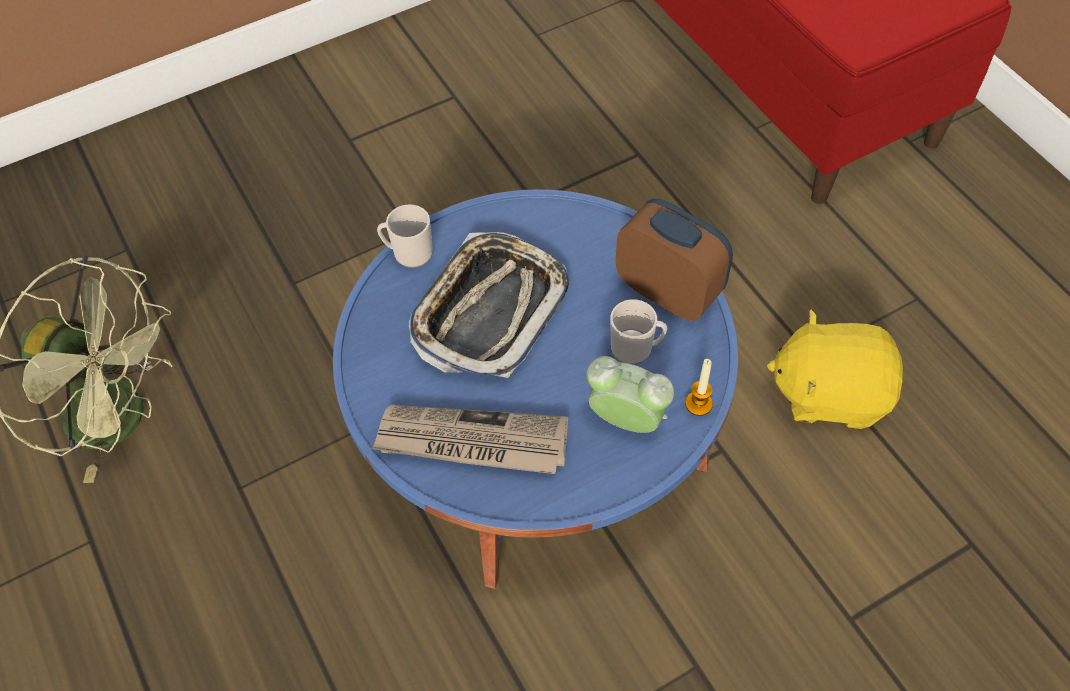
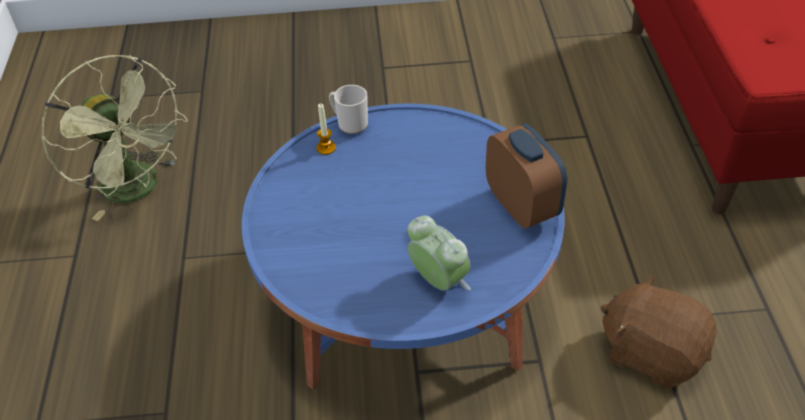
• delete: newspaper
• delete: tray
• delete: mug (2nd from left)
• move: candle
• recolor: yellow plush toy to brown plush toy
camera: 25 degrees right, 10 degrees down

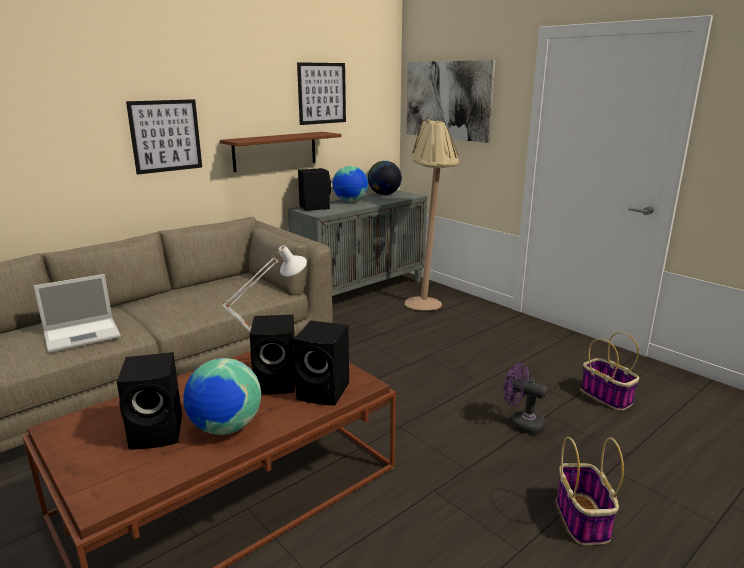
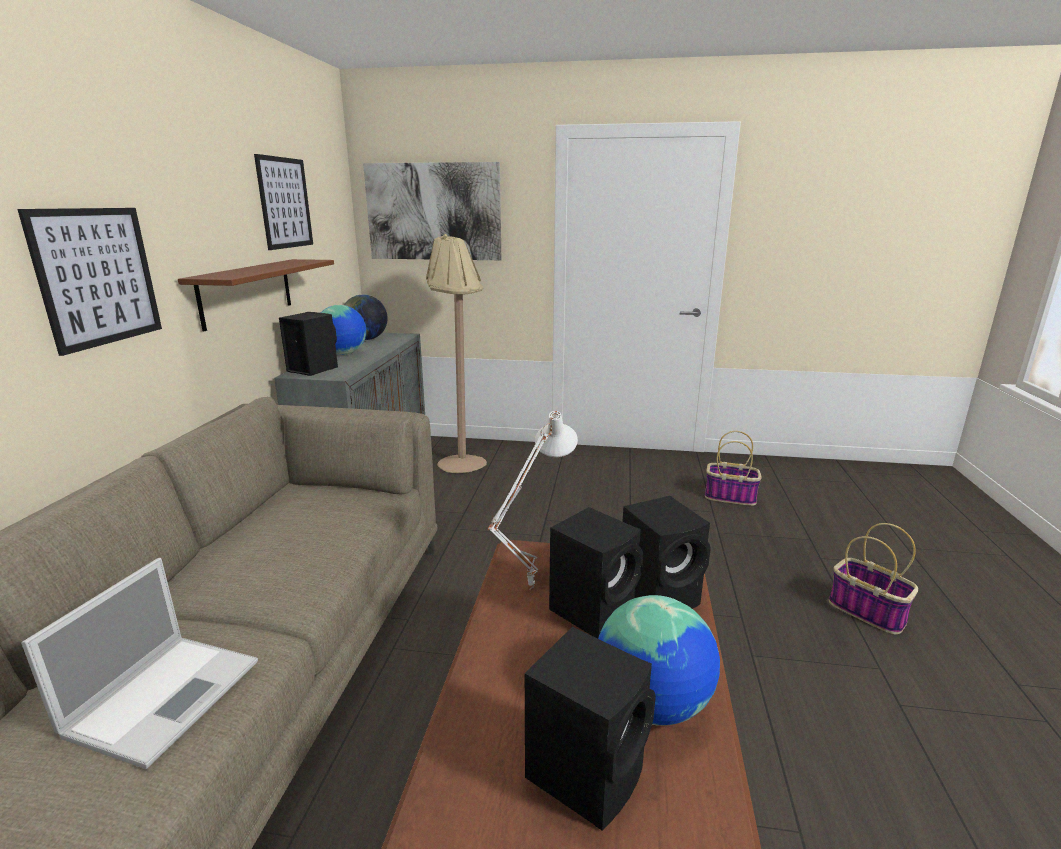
• delete: purple fan
camera: 40 degrees left, 0 degrees up

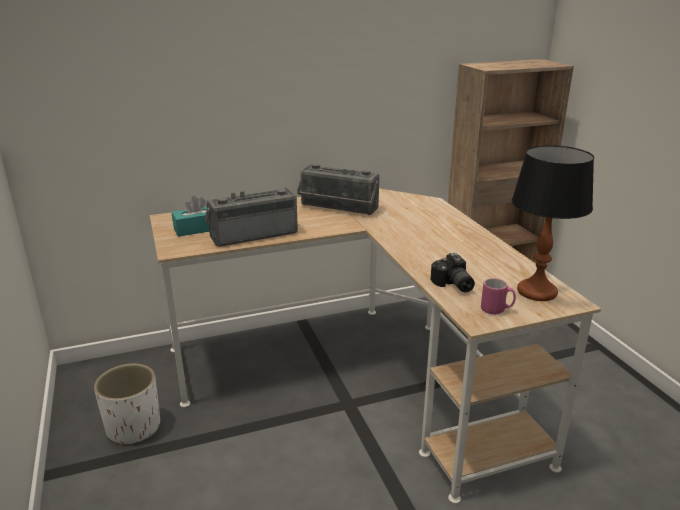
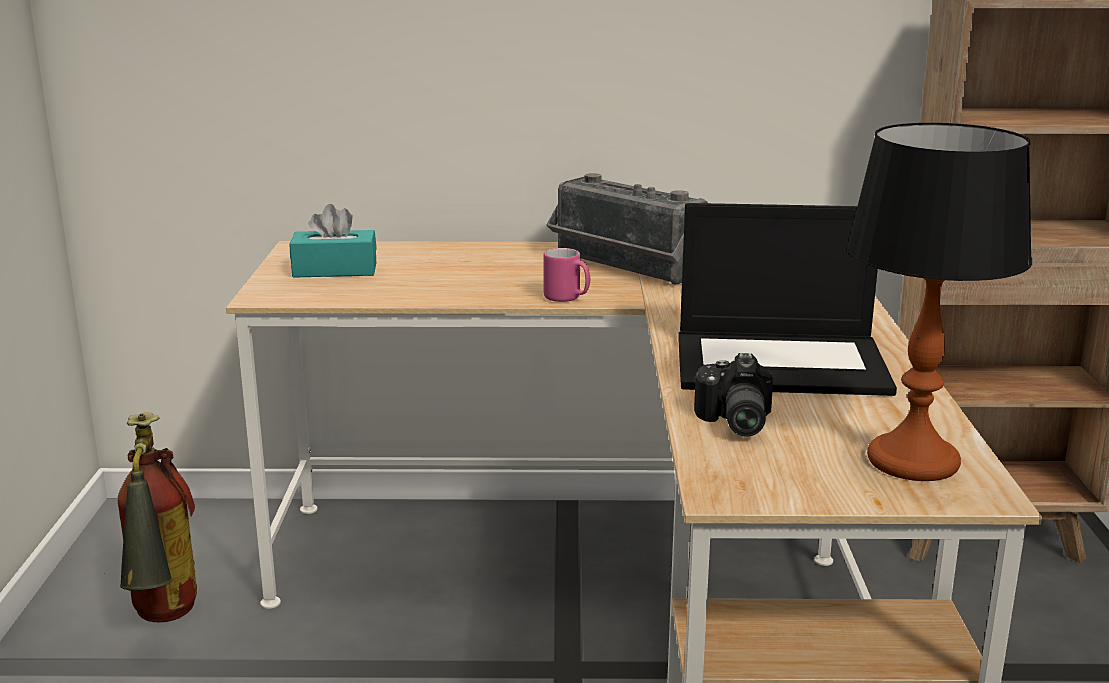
• replace: white planter to fire extinguisher
• delete: radio (1st from left)
• move: pink mug
• insert: laptop
camera: 20 degrees right, 5 degrees down

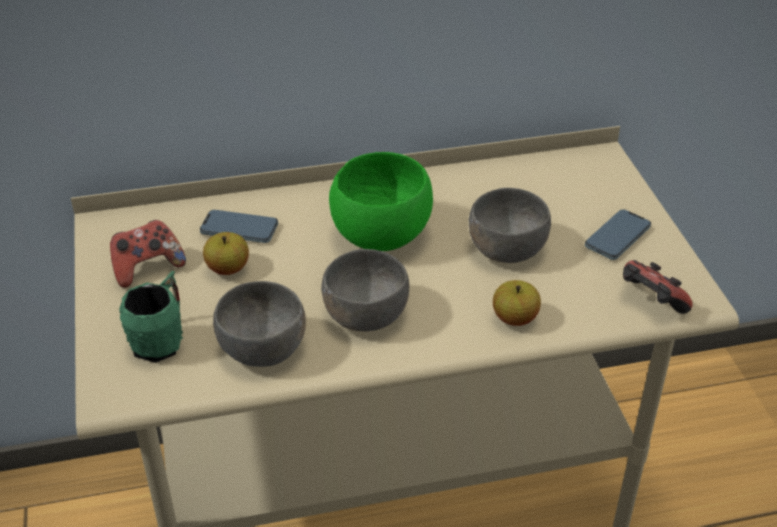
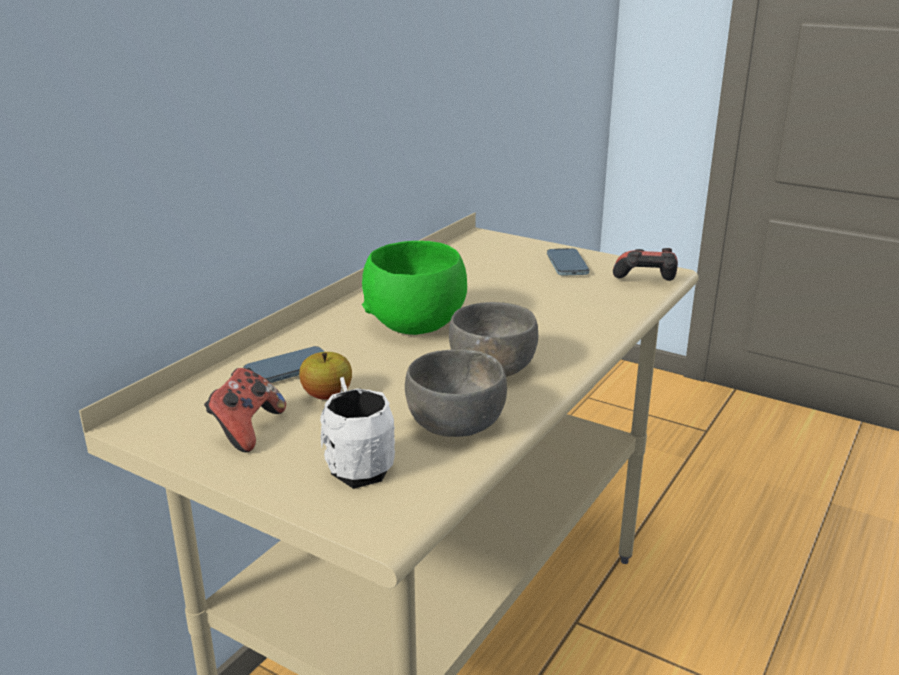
• recolor: green mug to white mug
• delete: grey bowl (3rd from left)
• delete: apple (2nd from left)
camera: 45 degrees left, 15 degrees down

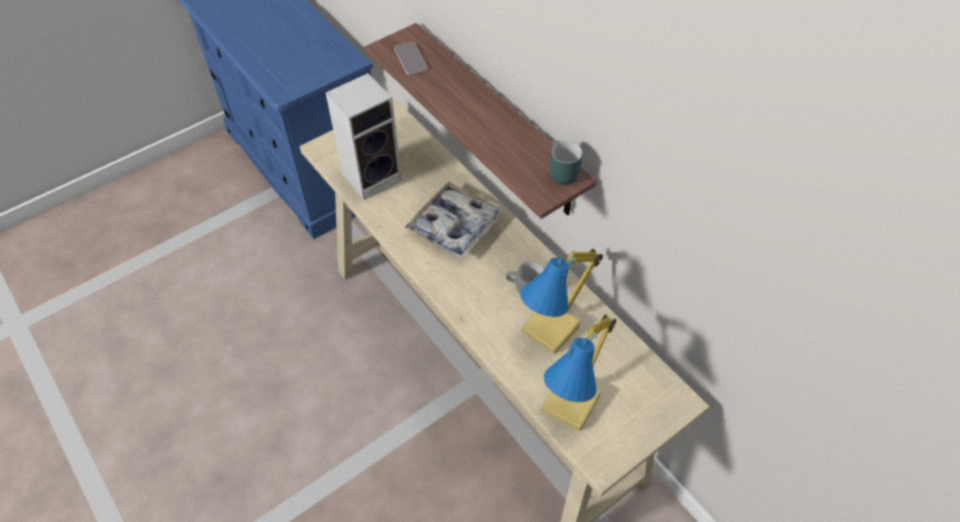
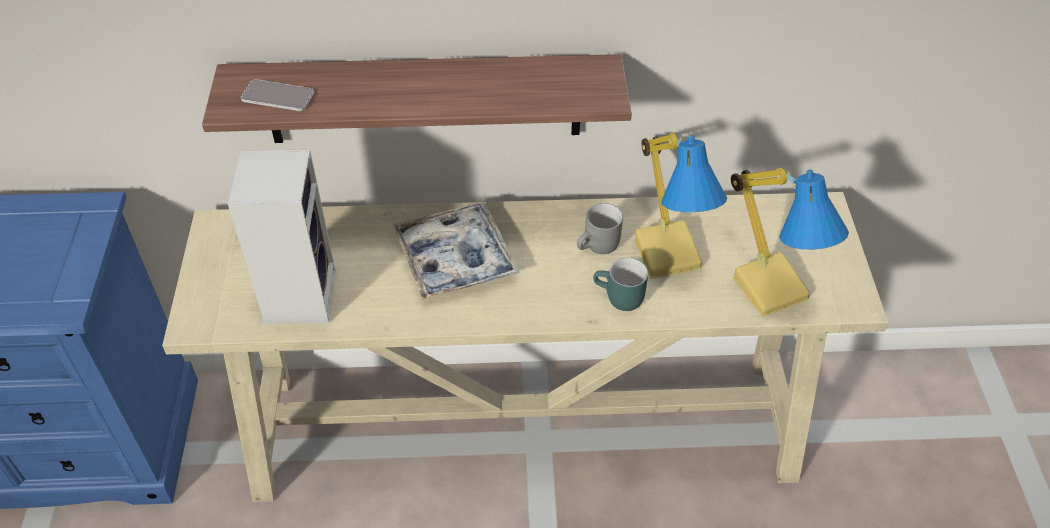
• move: turquoise mug
camera: 55 degrees left, 5 degrees down

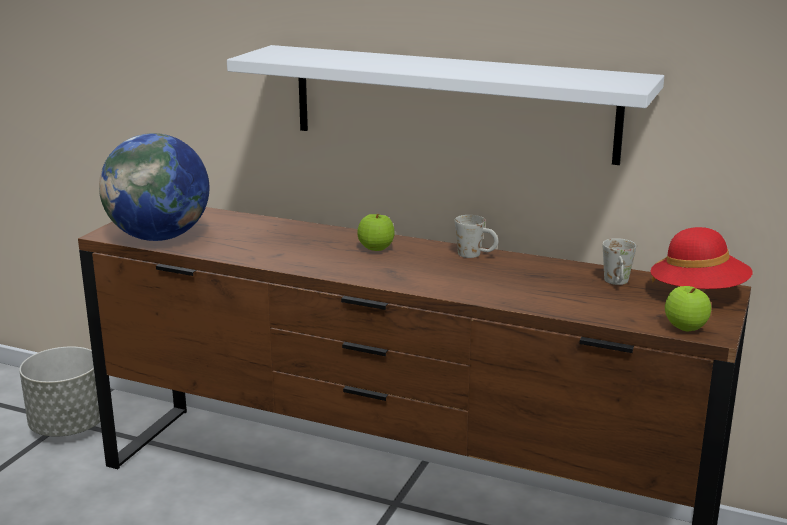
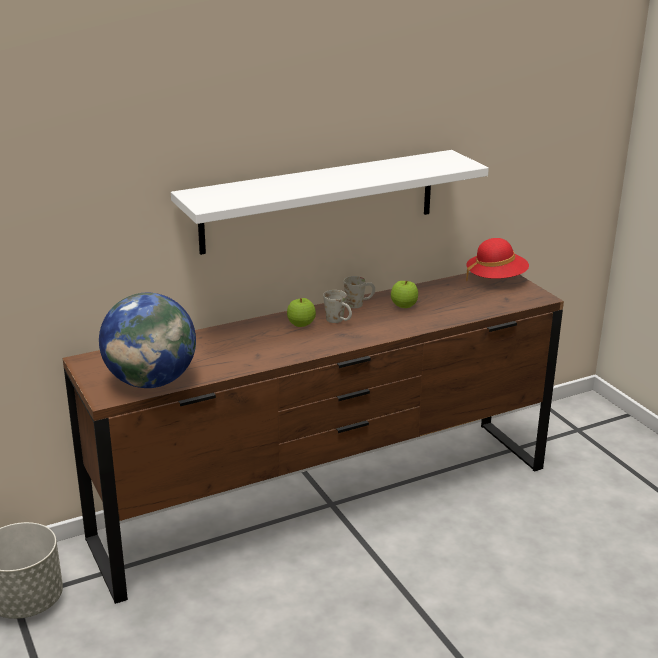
• move: white mug (2nd from left in the first image) to white mug (1st from left)
• move: apple (2nd from left)
camera: 50 degrees left, 5 degrees up

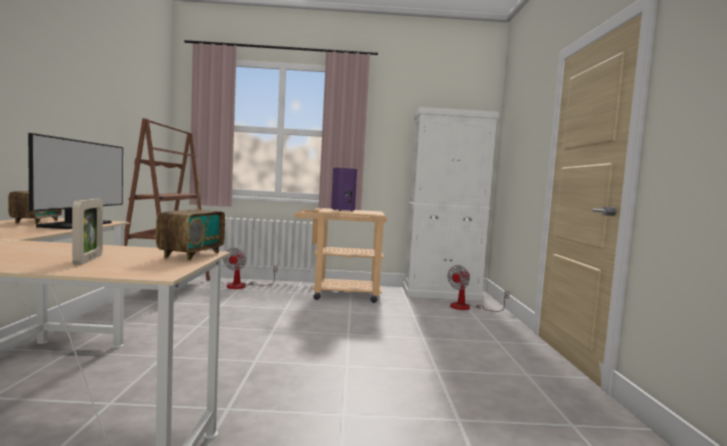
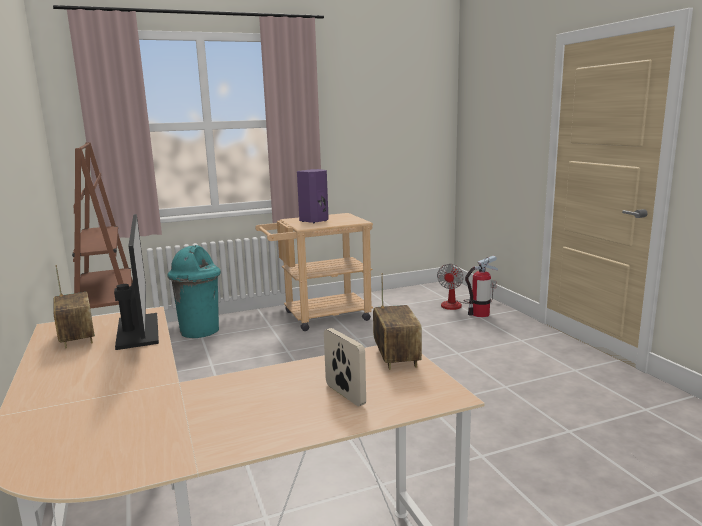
• replace: fan (1st from left) to turquoise trash can
• delete: white cabinet
• insert: fire extinguisher
camera: 20 degrees left, 10 degrees up

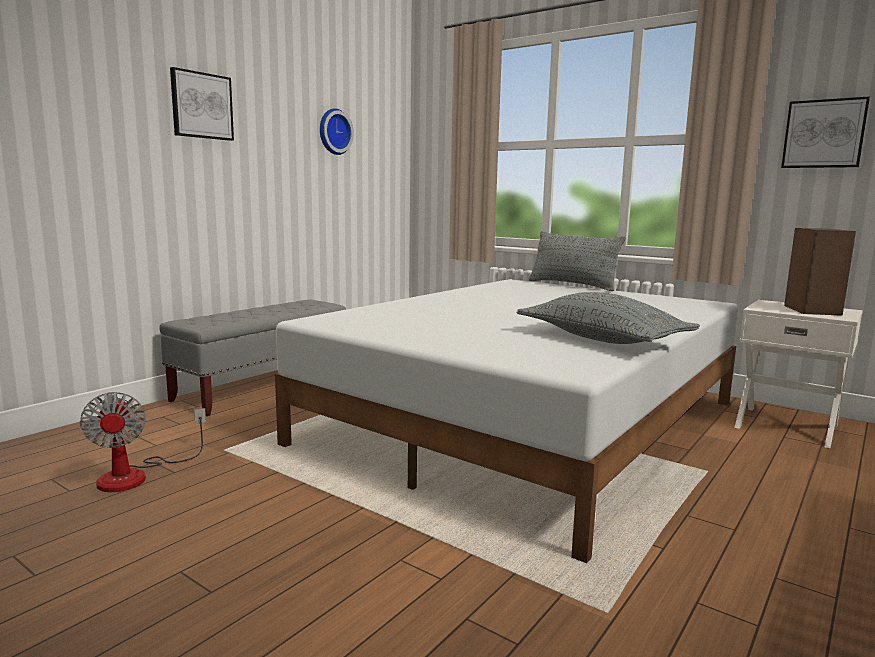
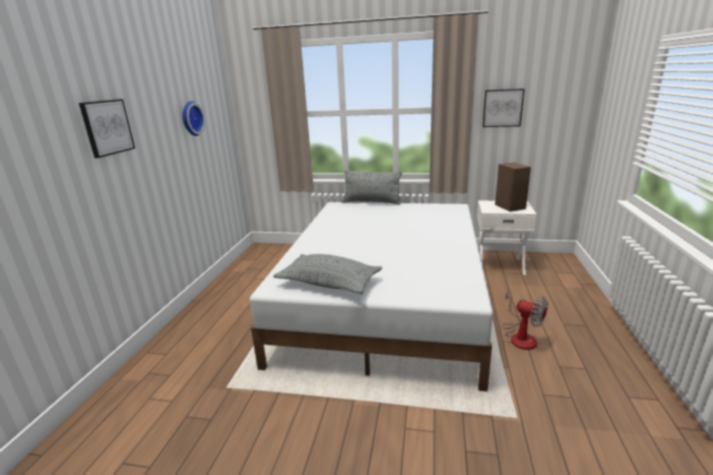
• move: fan
• delete: grey bench
• move: grey pillow (2nd from left in the first image) to grey pillow (1st from left)
camera: 25 degrees left, 10 degrees up

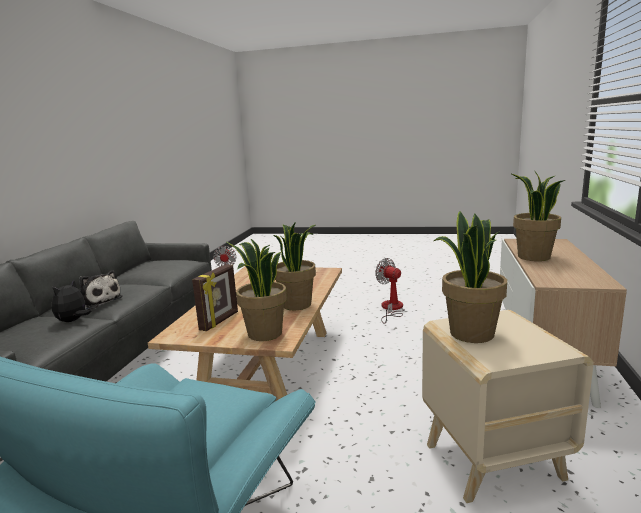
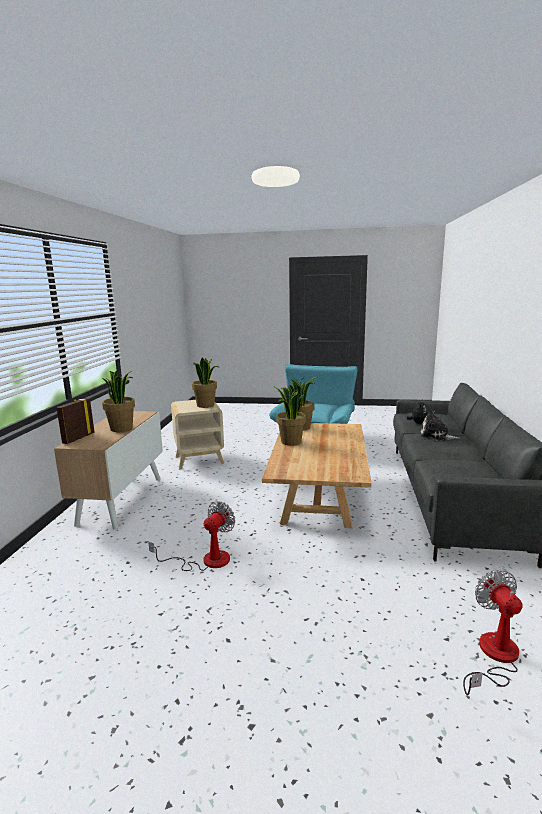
• move: picture frame
• rotate: fan (2nd from left in the first image) 105 degrees counterclockwise
camera: 175 degrees right, 0 degrees up

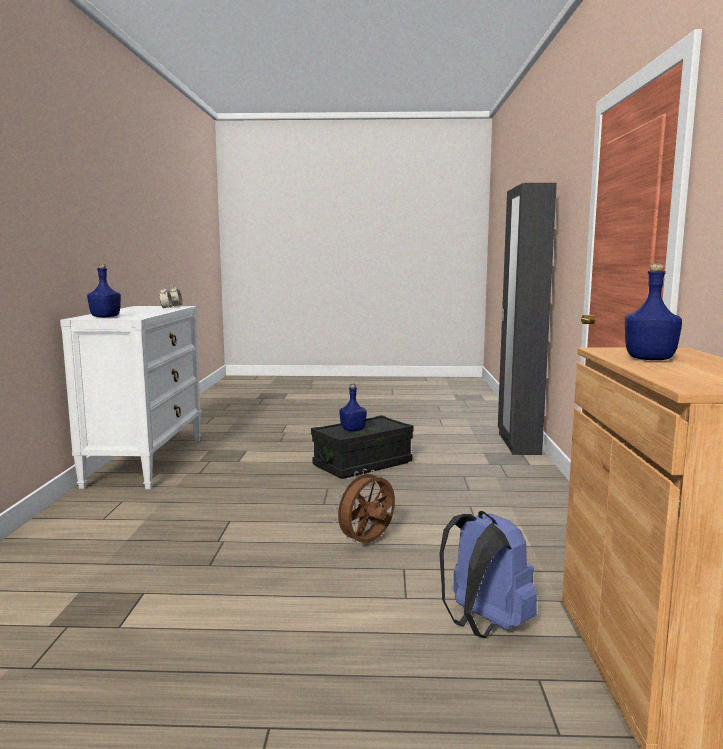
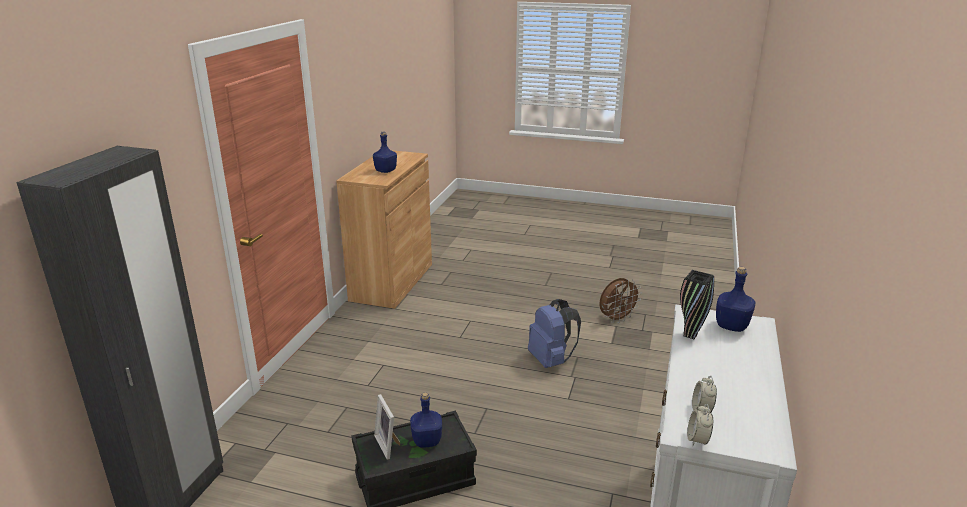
• move: brown fan
• move: blue backpack
• insert: picture frame
• insert: black vase
camera: 165 degrees left, 15 degrees up

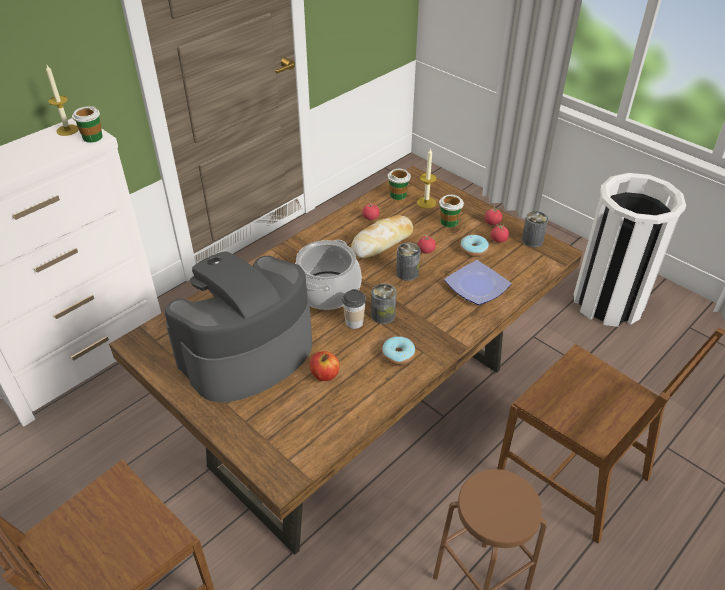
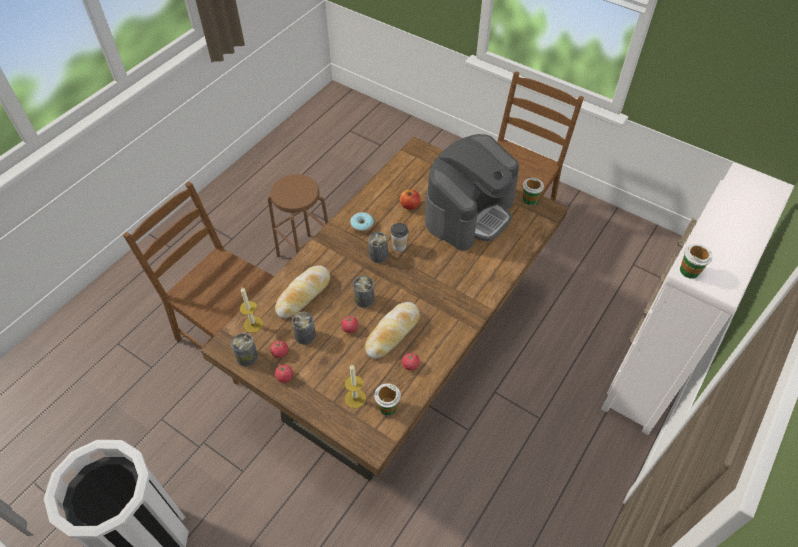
• move: candle (1st from left)
• delete: cooking pot
• move: cup (4th from left in the first image) to cup (3rd from left)
• replace: plate to bread (1st from left)
• replace: donut (2nd from left) to can (2nd from left)
camera: 170 degrees right, 10 degrees up

